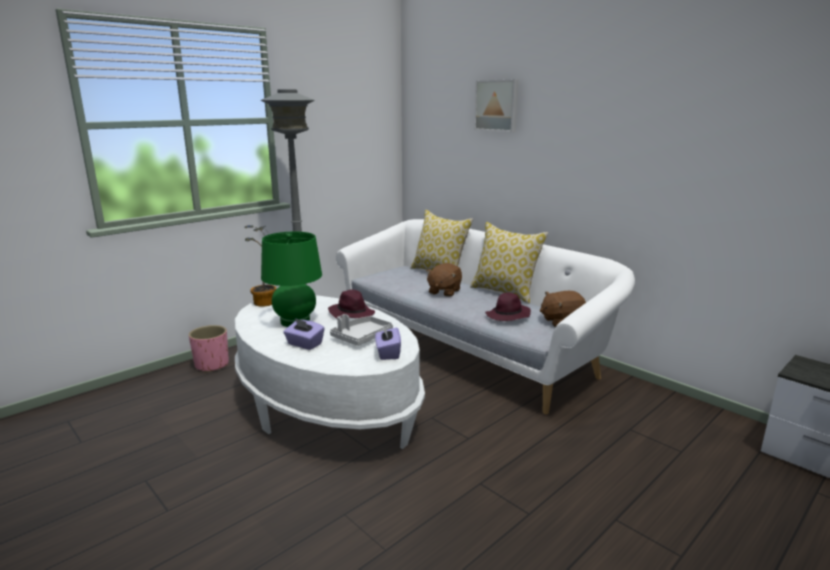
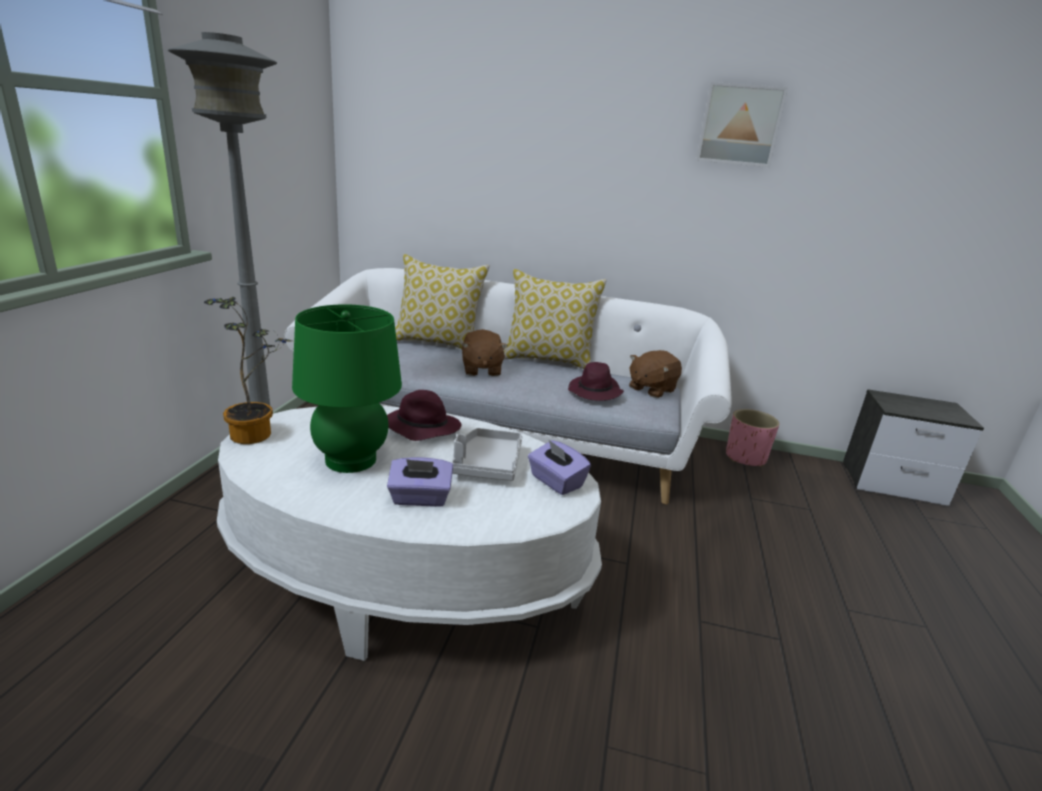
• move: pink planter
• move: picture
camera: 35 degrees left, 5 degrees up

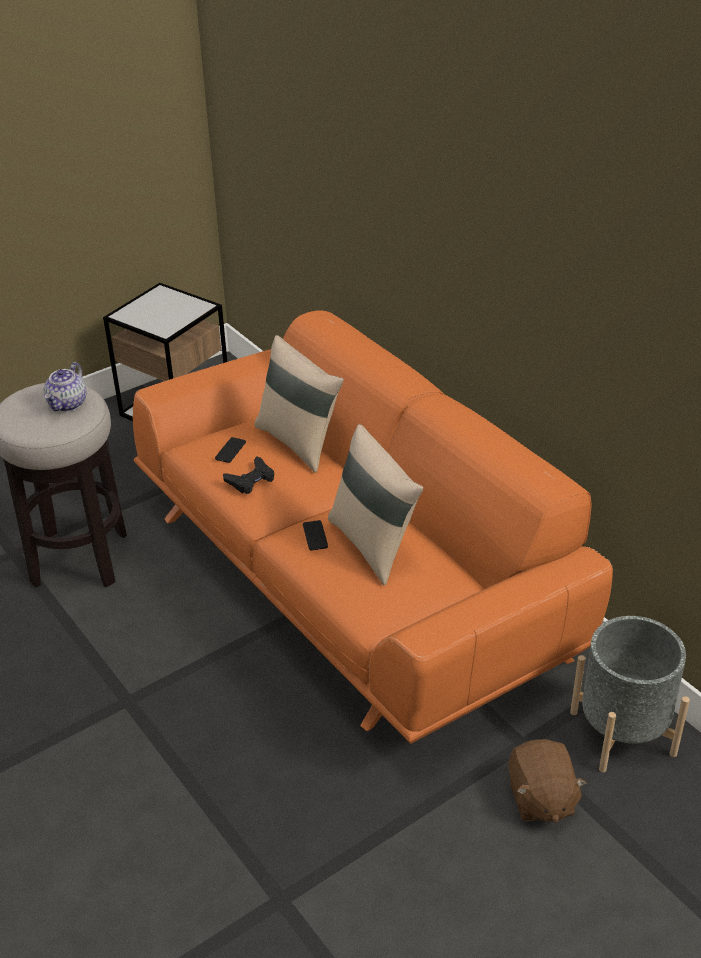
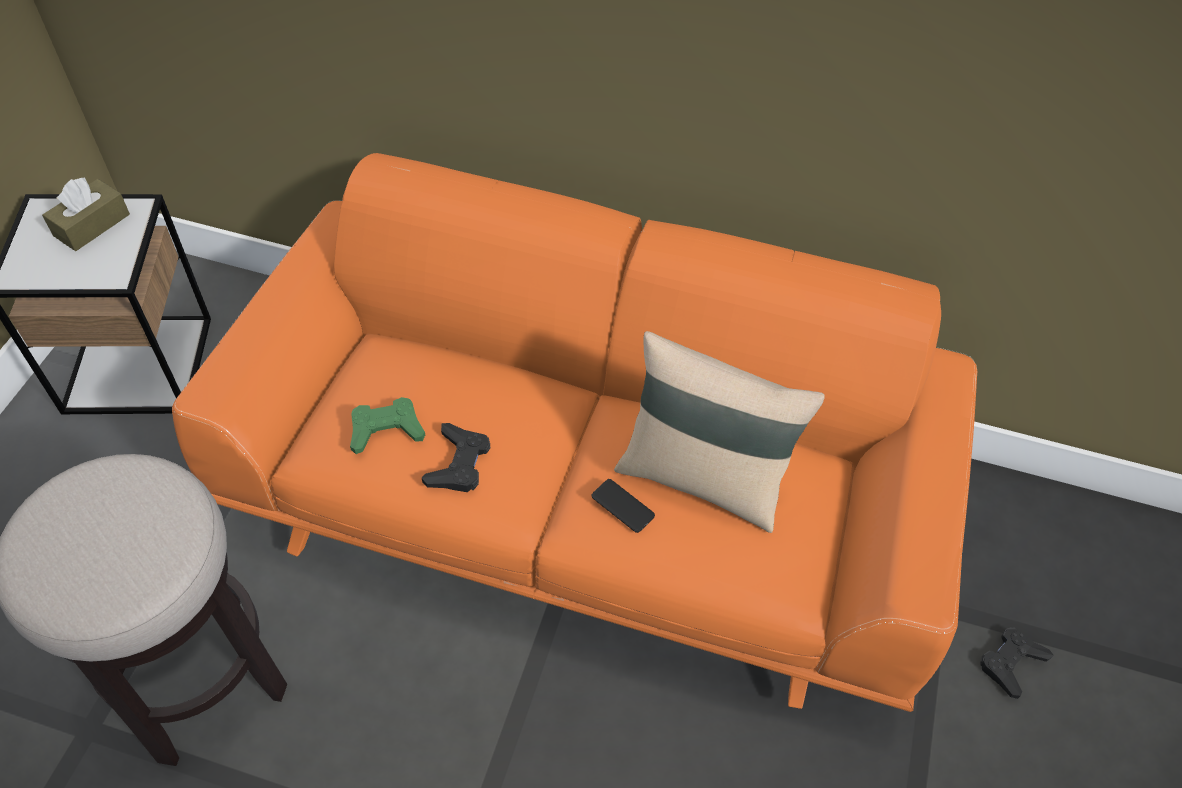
• delete: teapot
• replace: phone (1st from left) to green game controller
• delete: beige pillow (1st from left)
• replace: brown plush toy to black game controller (2nd from left)
• delete: grey planter
• insert: brown tissue box
camera: 40 degrees left, 15 degrees up

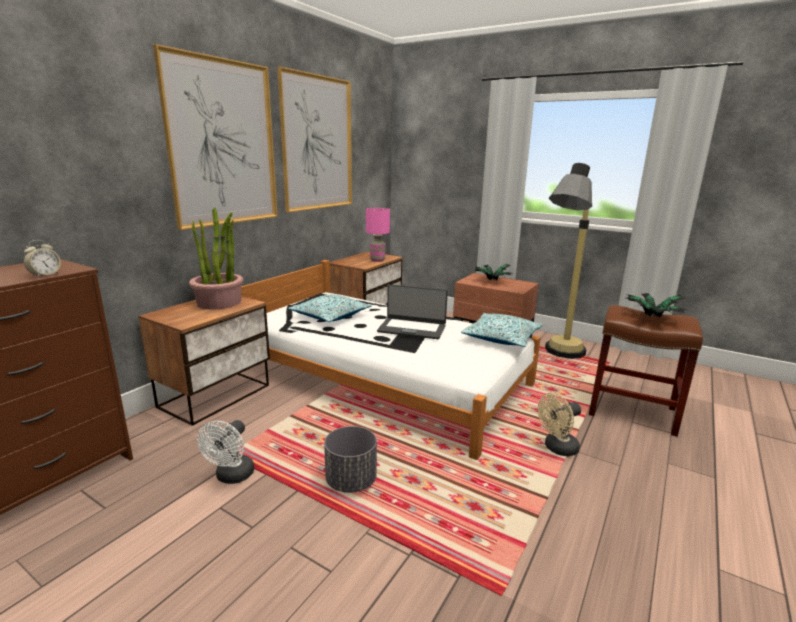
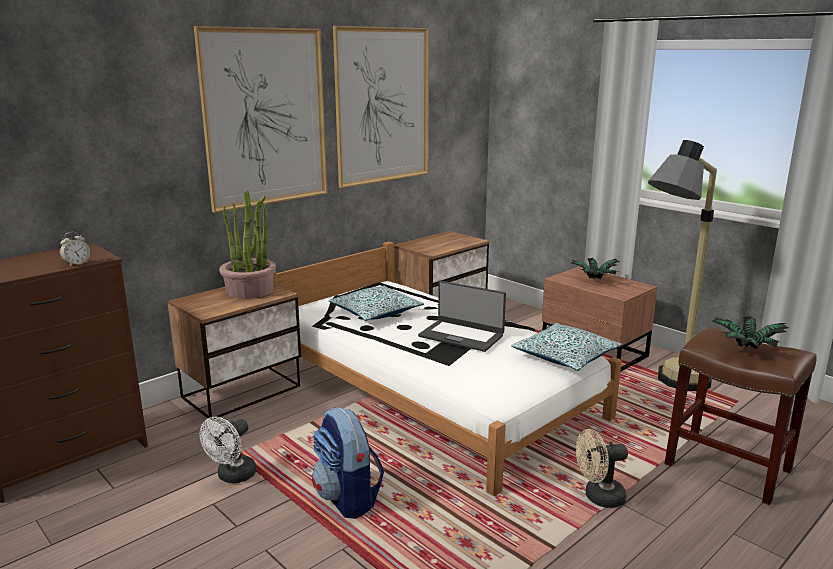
• replace: grey planter to backpack
• delete: pink table lamp
camera: 15 degrees right, 0 degrees up

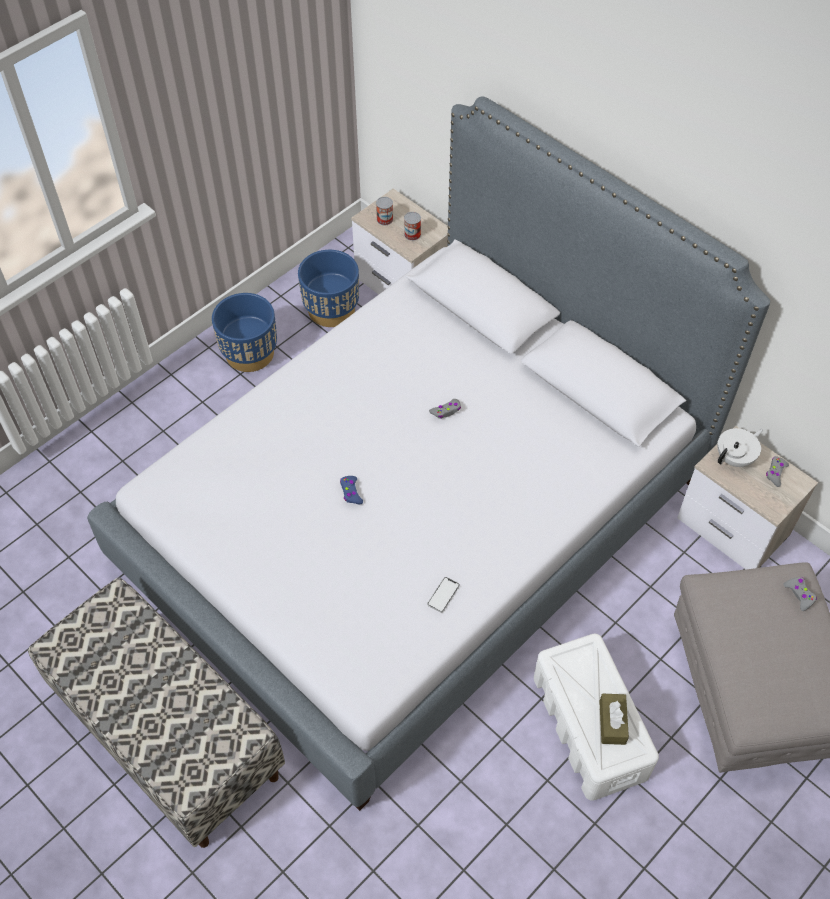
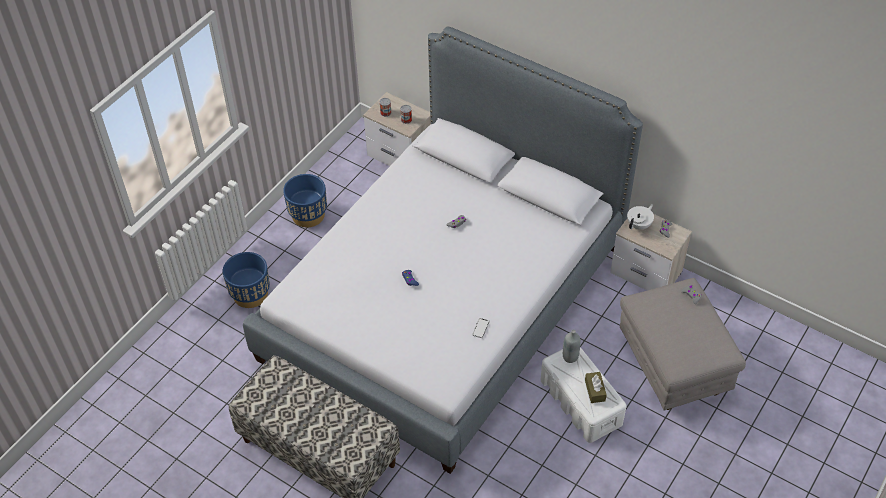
• move: blue planter (2nd from left in the first image) to blue planter (1st from left)
• insert: grey bottle
camera: 10 degrees left, 5 degrees down

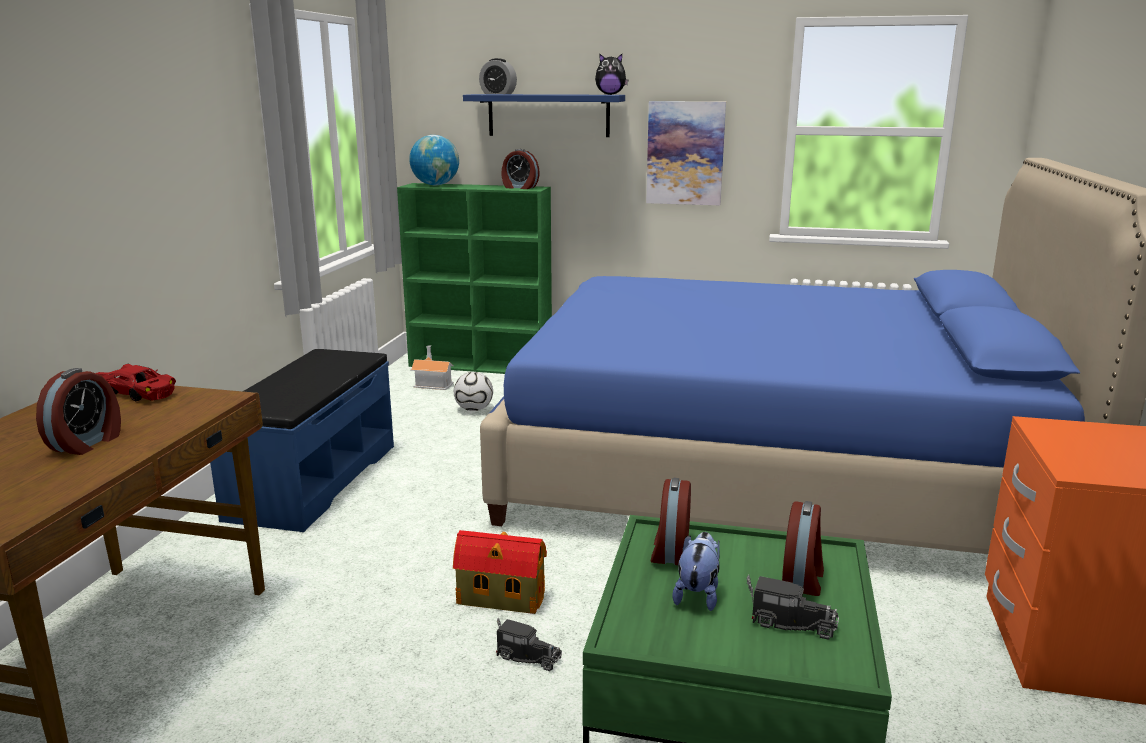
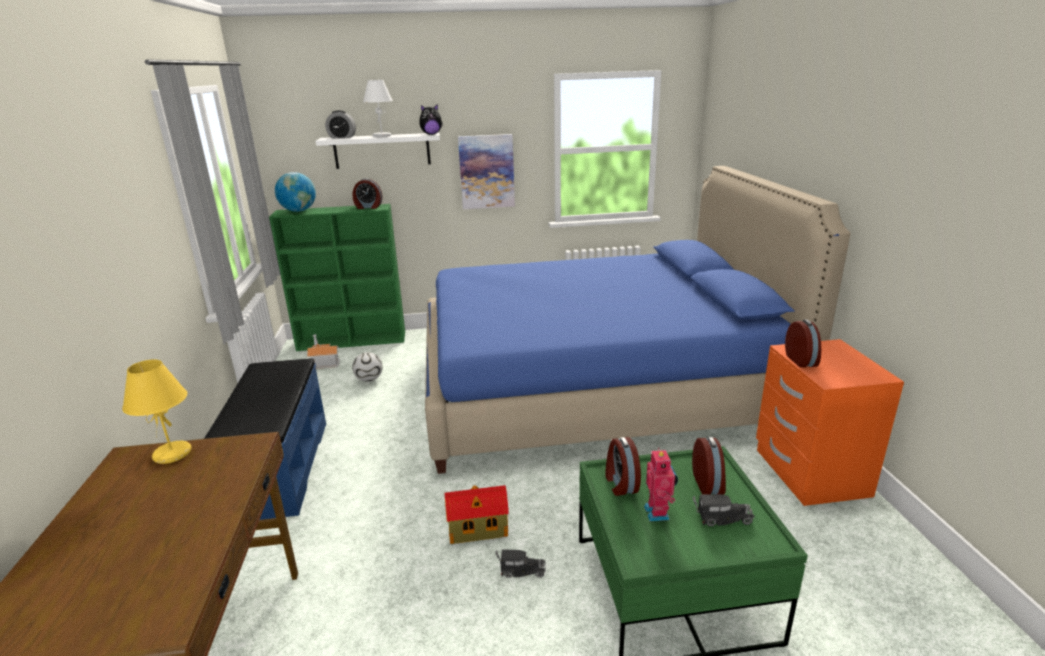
• move: alarm clock (1st from left in the first image) to alarm clock (5th from left)
• replace: red toy car to yellow table lamp
• recolor: blue shelf to white shelf
• replace: plush toy (2nd from left) to toy robot
• insert: white table lamp
camera: 20 degrees left, 5 degrees up

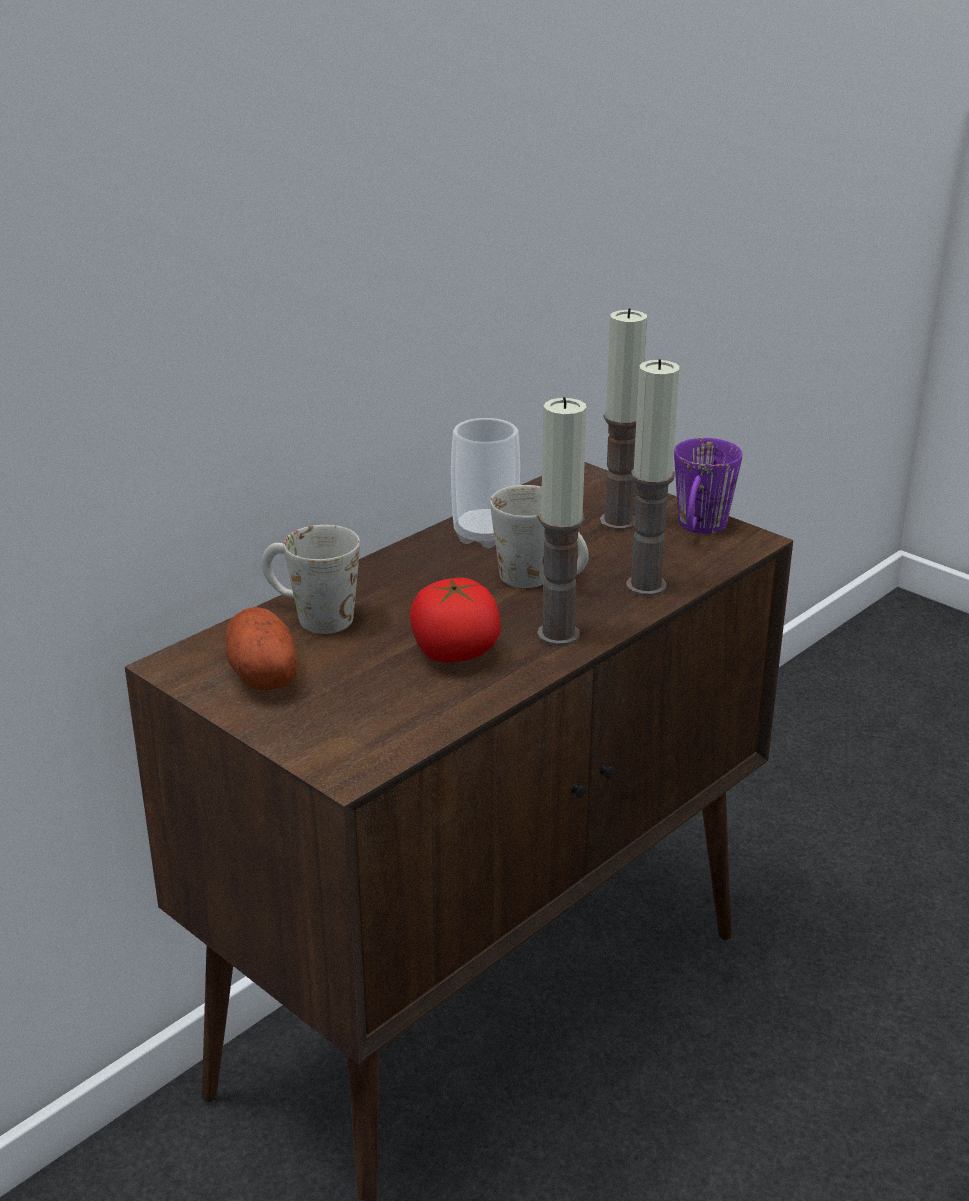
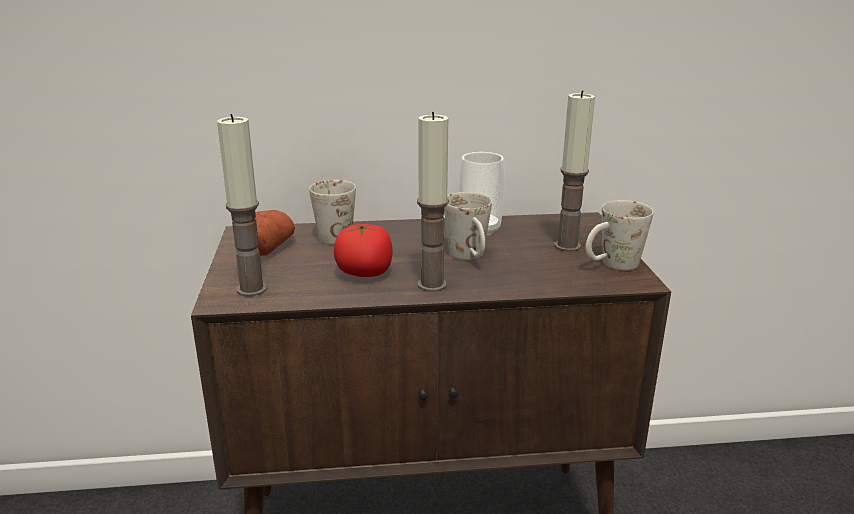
• move: candle (3rd from left in the first image) to candle (1st from left)
• recolor: purple mug to white mug (3rd from left)
camera: 40 degrees right, 5 degrees down

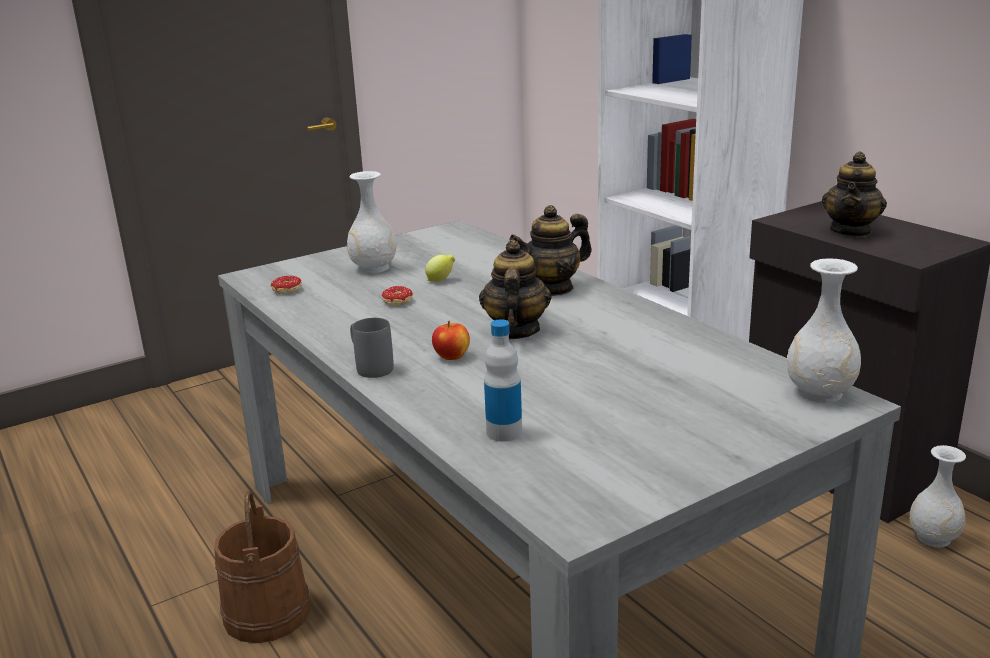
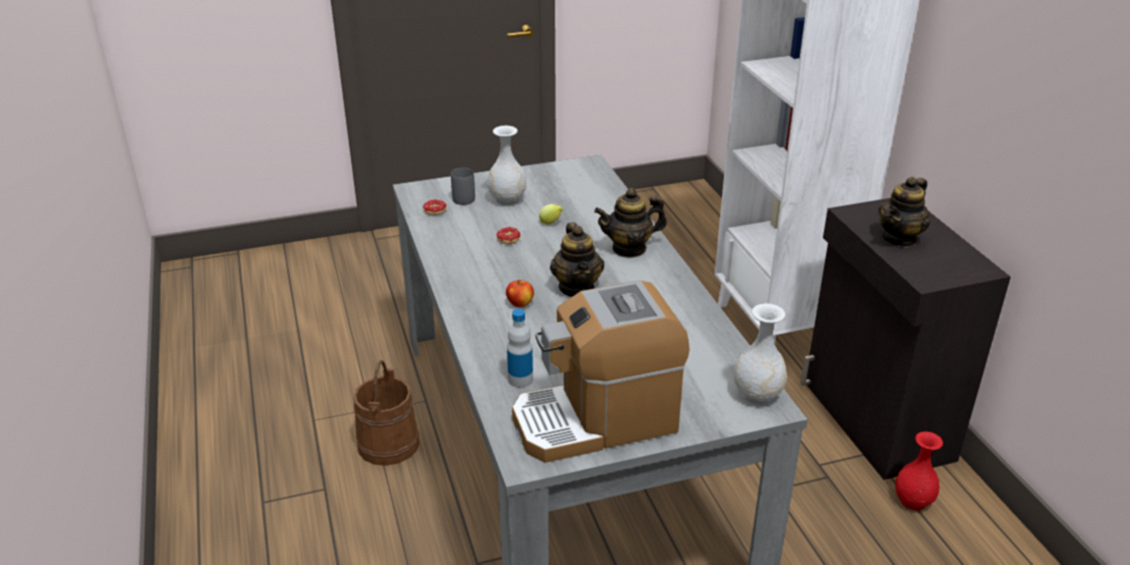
• move: grey mug
• rotate: teapot (1st from left) 150 degrees clockwise
• recolor: white vase (3rd from left) to red vase
• insert: coffee machine
camera: 15 degrees right, 10 degrees up

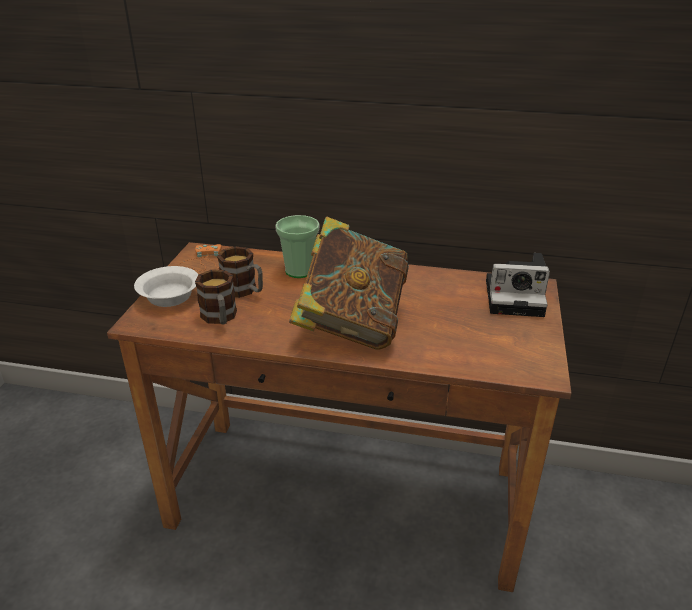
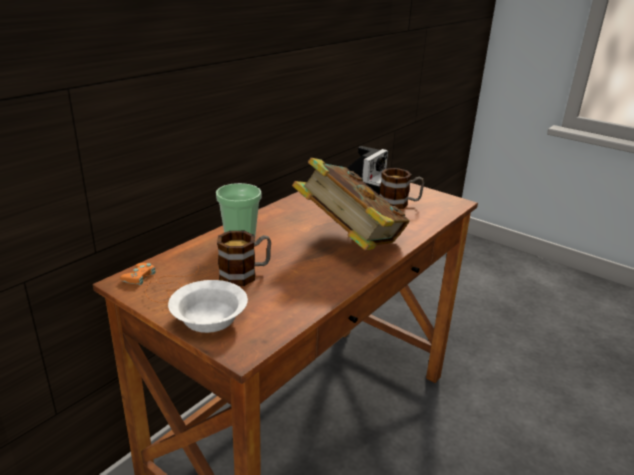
• move: mug (1st from left in the first image) to mug (2nd from left)
camera: 65 degrees left, 5 degrees down

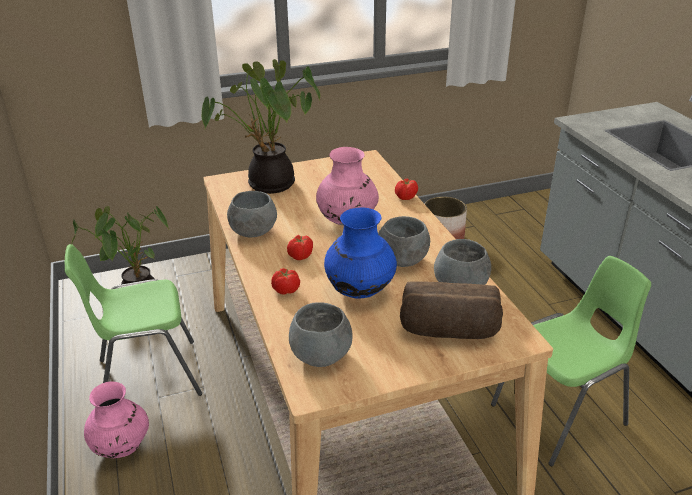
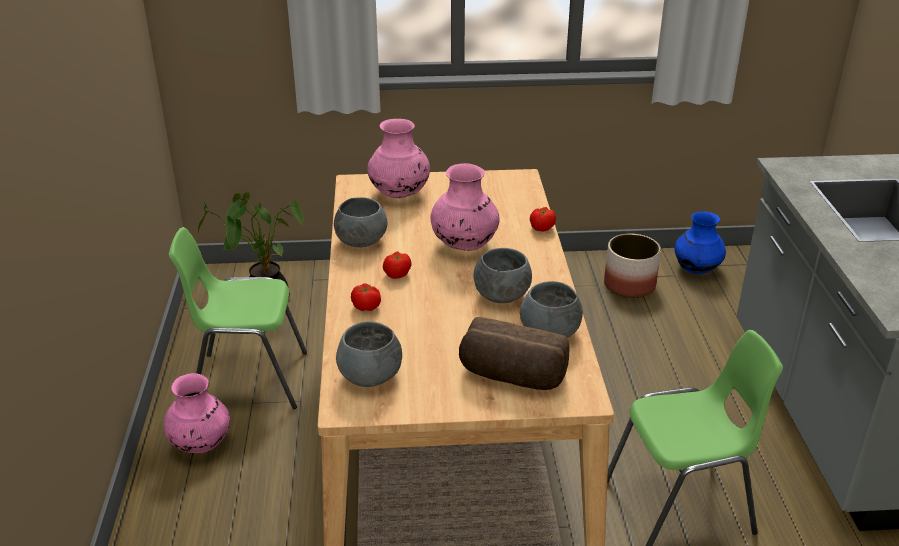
• replace: potted plant (2nd from left) to pink vase (2nd from left)
• move: blue vase
camera: 15 degrees right, 0 degrees up

